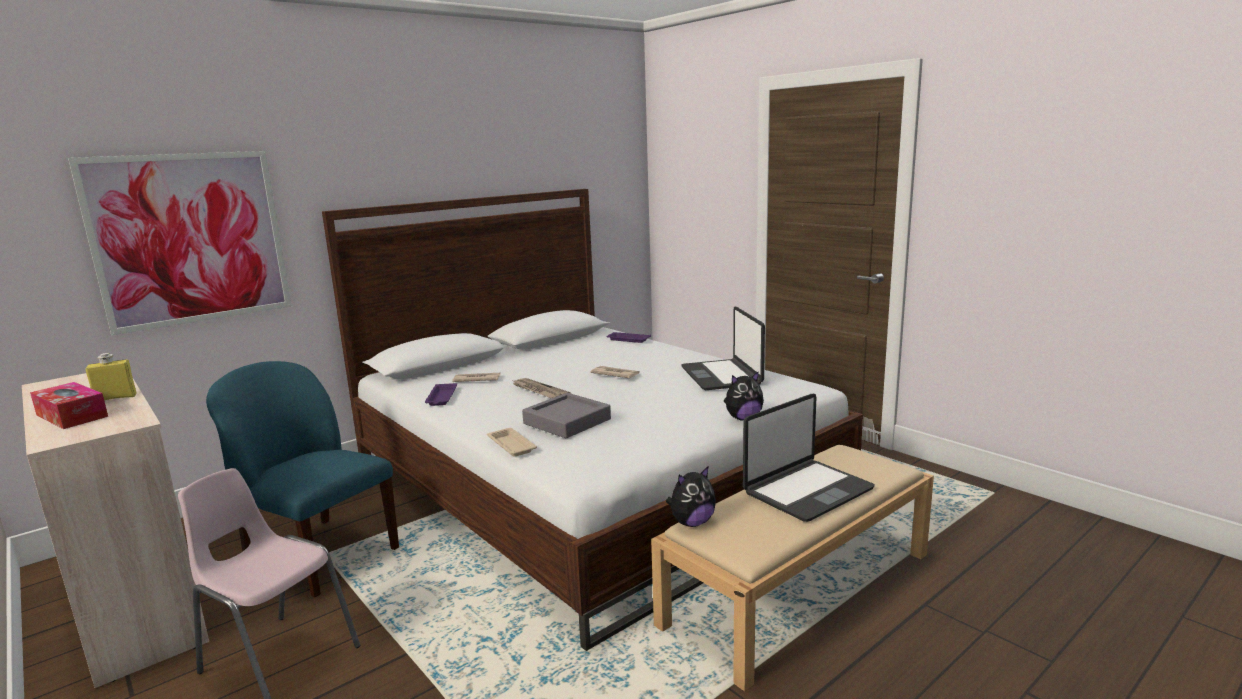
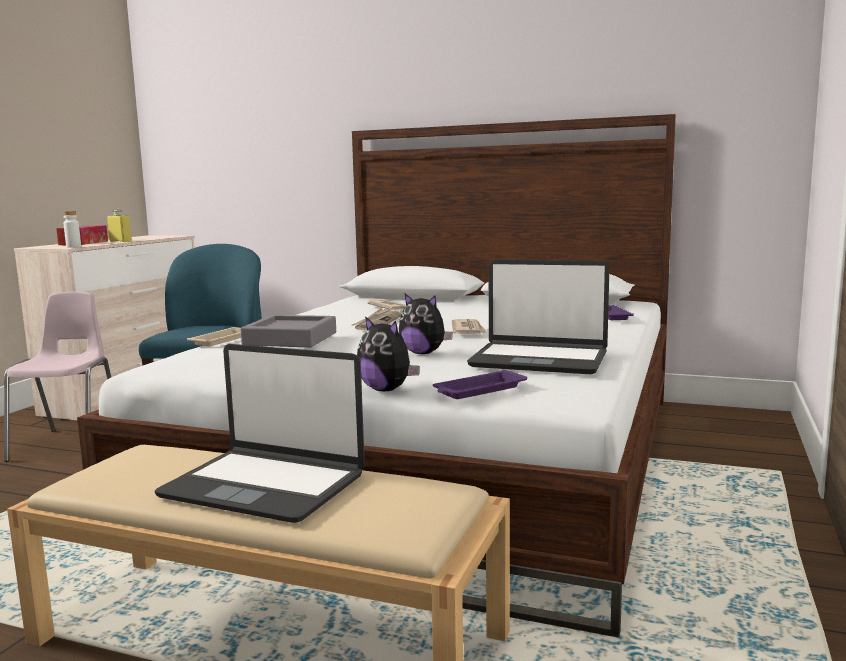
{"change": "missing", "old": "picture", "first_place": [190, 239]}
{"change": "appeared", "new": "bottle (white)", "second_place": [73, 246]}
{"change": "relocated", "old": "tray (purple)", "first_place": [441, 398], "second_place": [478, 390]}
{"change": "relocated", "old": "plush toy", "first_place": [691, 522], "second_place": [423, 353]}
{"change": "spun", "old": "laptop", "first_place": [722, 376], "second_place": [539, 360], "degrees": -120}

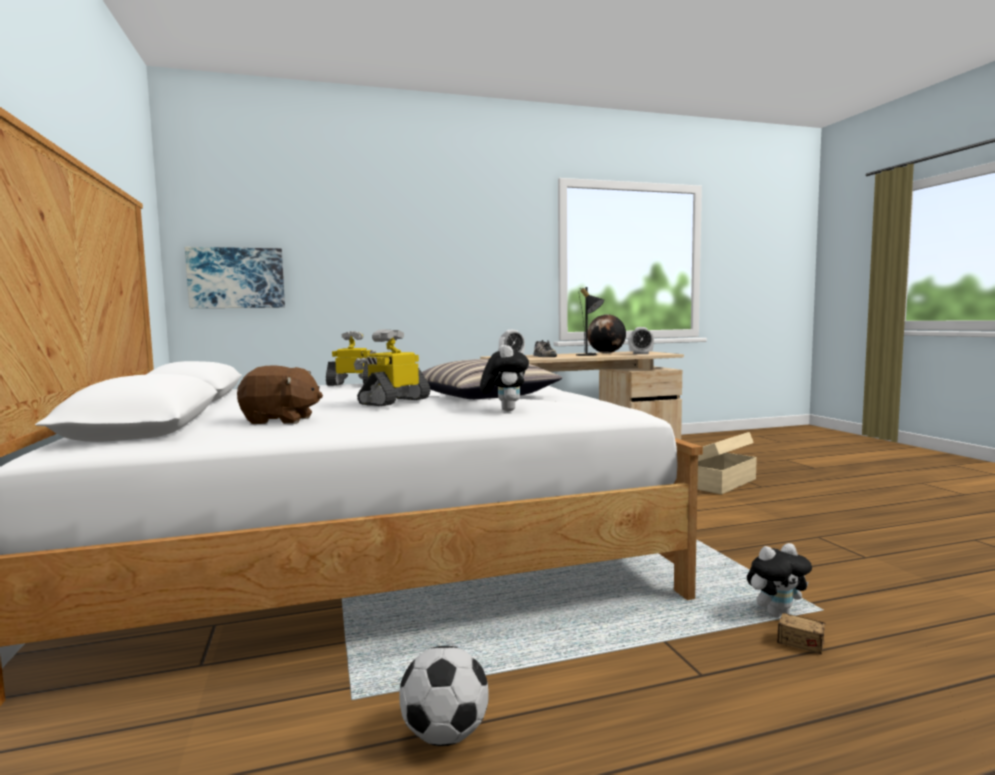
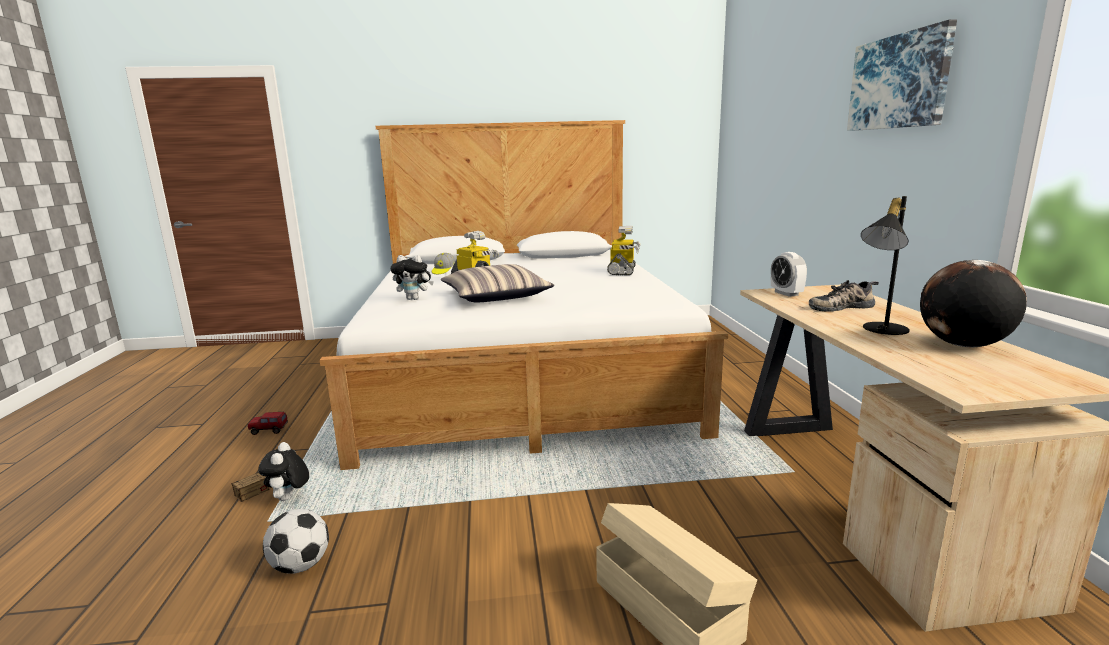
{"change": "missing", "old": "alarm clock", "first_place": [640, 354]}
{"change": "appeared", "new": "toy truck", "second_place": [269, 431]}
{"change": "relocated", "old": "picture", "first_place": [236, 278], "second_place": [899, 82]}
{"change": "relocated", "old": "football", "first_place": [445, 735], "second_place": [301, 565]}
{"change": "exchanged", "old": "plush toy (brown)", "new": "cap", "first_place": [280, 420], "second_place": [443, 271]}

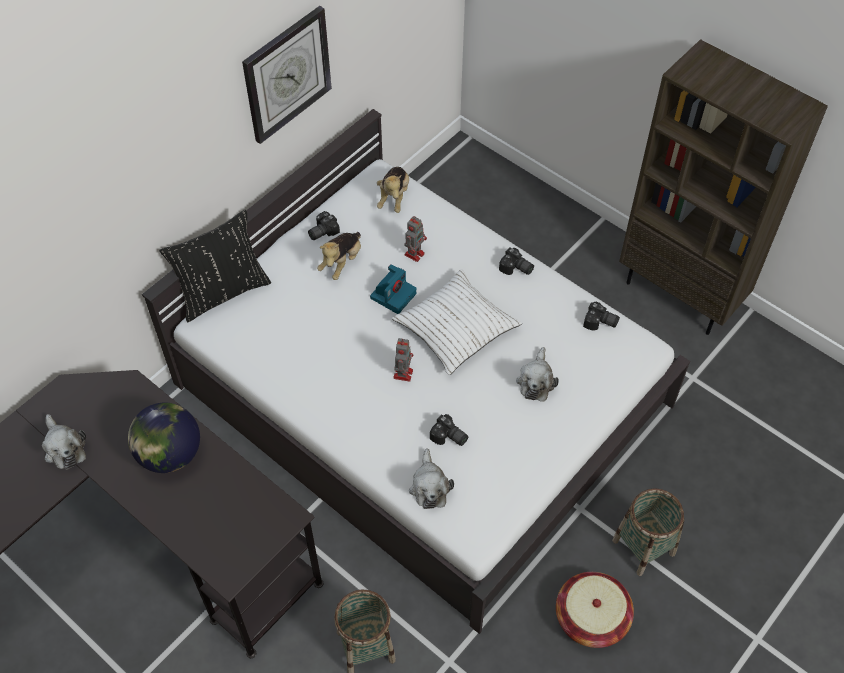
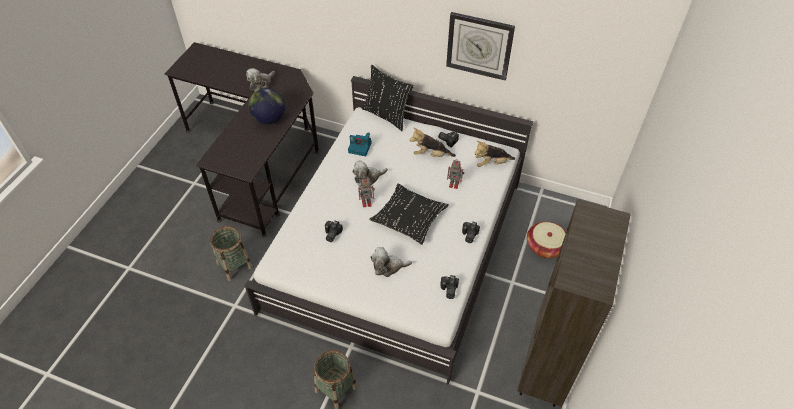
{"change": "relocated", "old": "photo camera", "first_place": [393, 295], "second_place": [360, 147]}
{"change": "relocated", "old": "plush toy", "first_place": [429, 486], "second_place": [368, 178]}
{"change": "relocated", "old": "basket", "first_place": [591, 617], "second_place": [545, 246]}
{"change": "colour", "old": "pillow (white)", "new": "pillow (black)", "first_place": [455, 328], "second_place": [409, 218]}

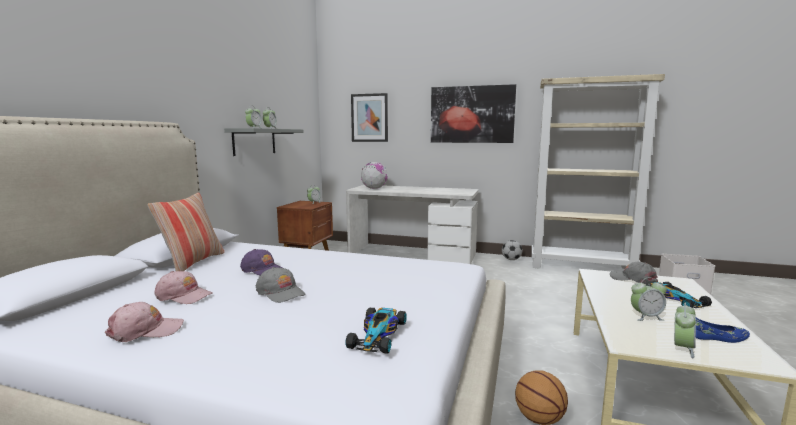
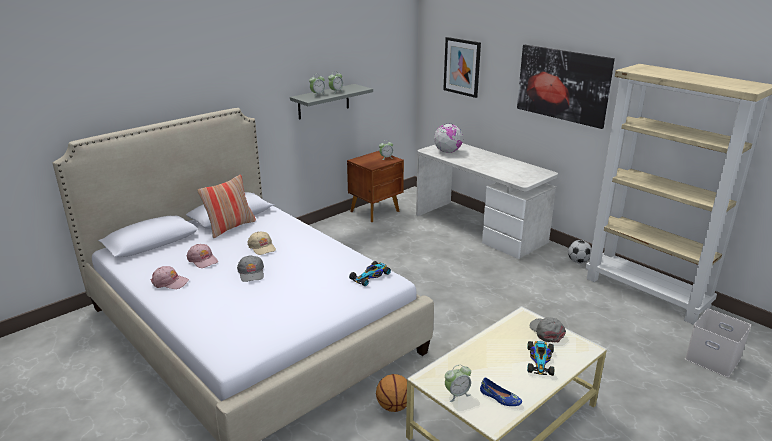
{"change": "missing", "old": "alarm clock", "first_place": [646, 317]}
{"change": "relocated", "old": "toy car", "first_place": [378, 334], "second_place": [371, 276]}
{"change": "colour", "old": "cap (purple)", "new": "cap (beige)", "first_place": [263, 270], "second_place": [262, 247]}

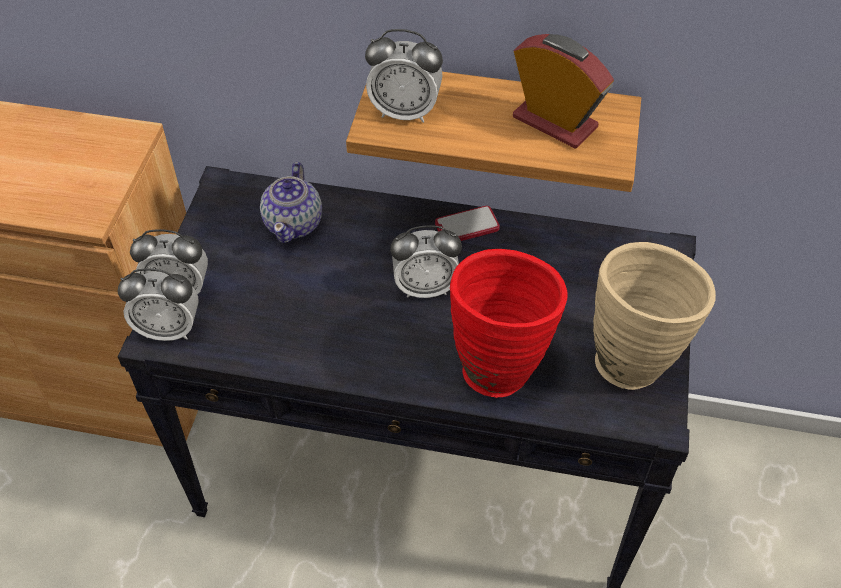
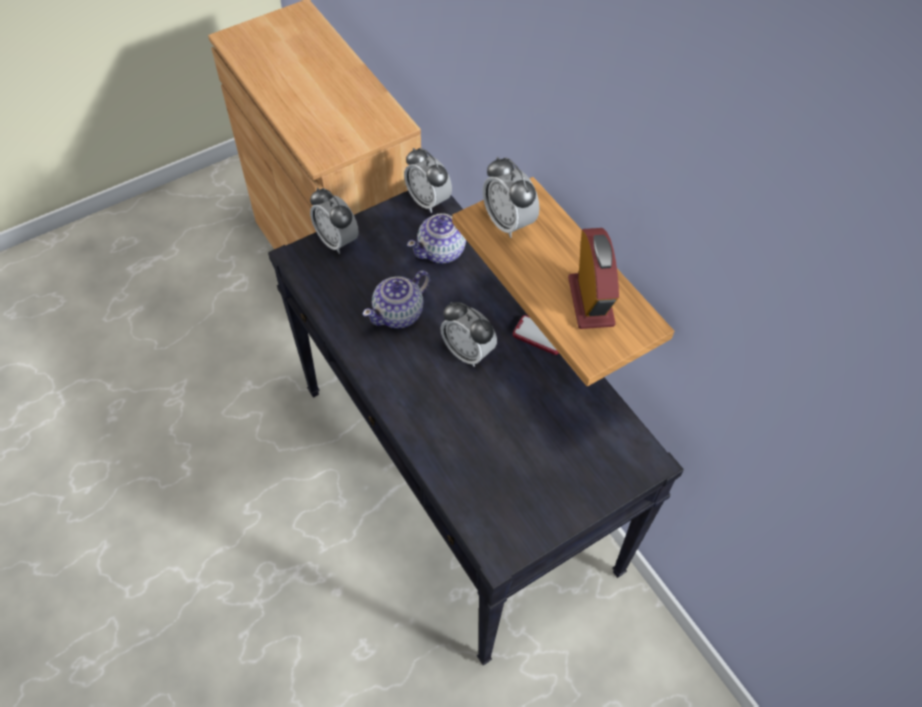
{"change": "missing", "old": "vase (red)", "first_place": [499, 362]}
{"change": "missing", "old": "vase (beige)", "first_place": [633, 356]}
{"change": "appeared", "new": "teapot", "second_place": [399, 313]}
{"change": "relocated", "old": "alarm clock", "first_place": [169, 329], "second_place": [428, 200]}

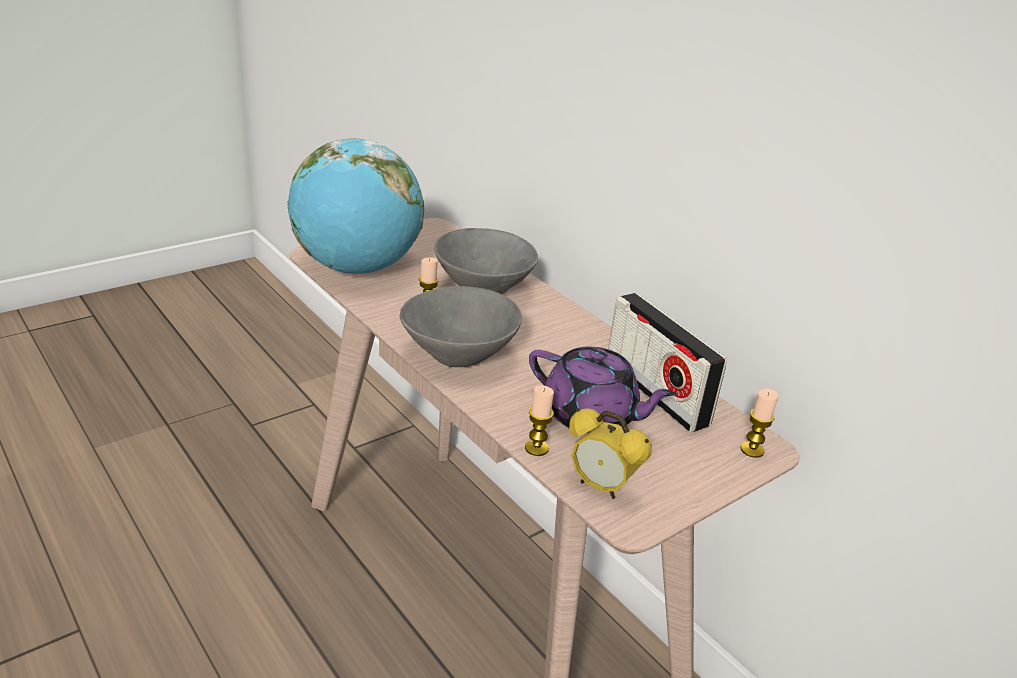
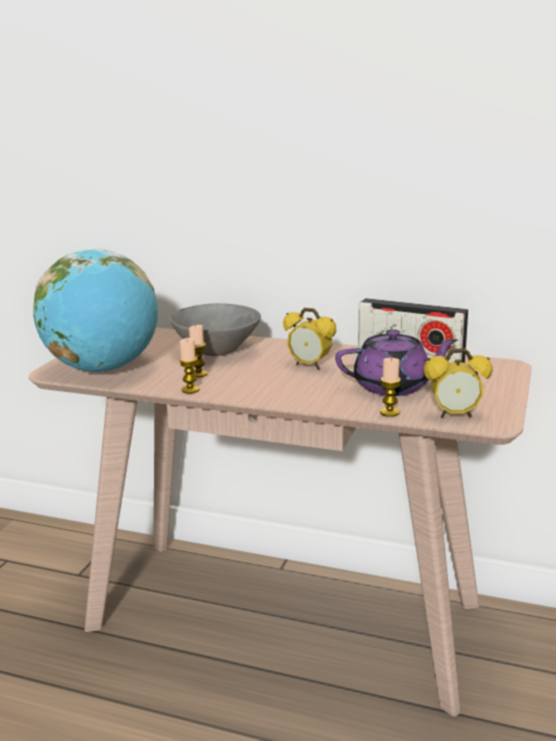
{"change": "missing", "old": "bowl (grey)", "first_place": [457, 355]}
{"change": "appeared", "new": "alarm clock", "second_place": [309, 366]}
{"change": "relocated", "old": "candle", "first_place": [752, 450], "second_place": [190, 390]}

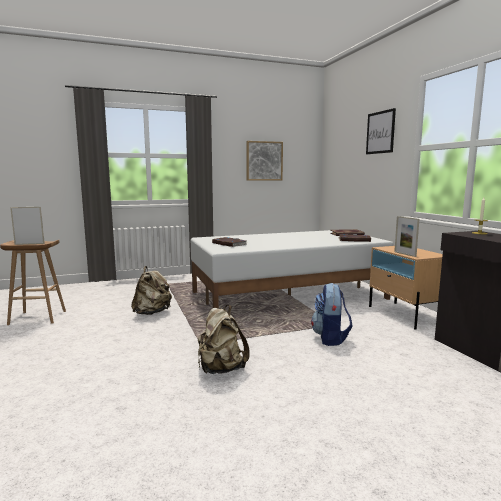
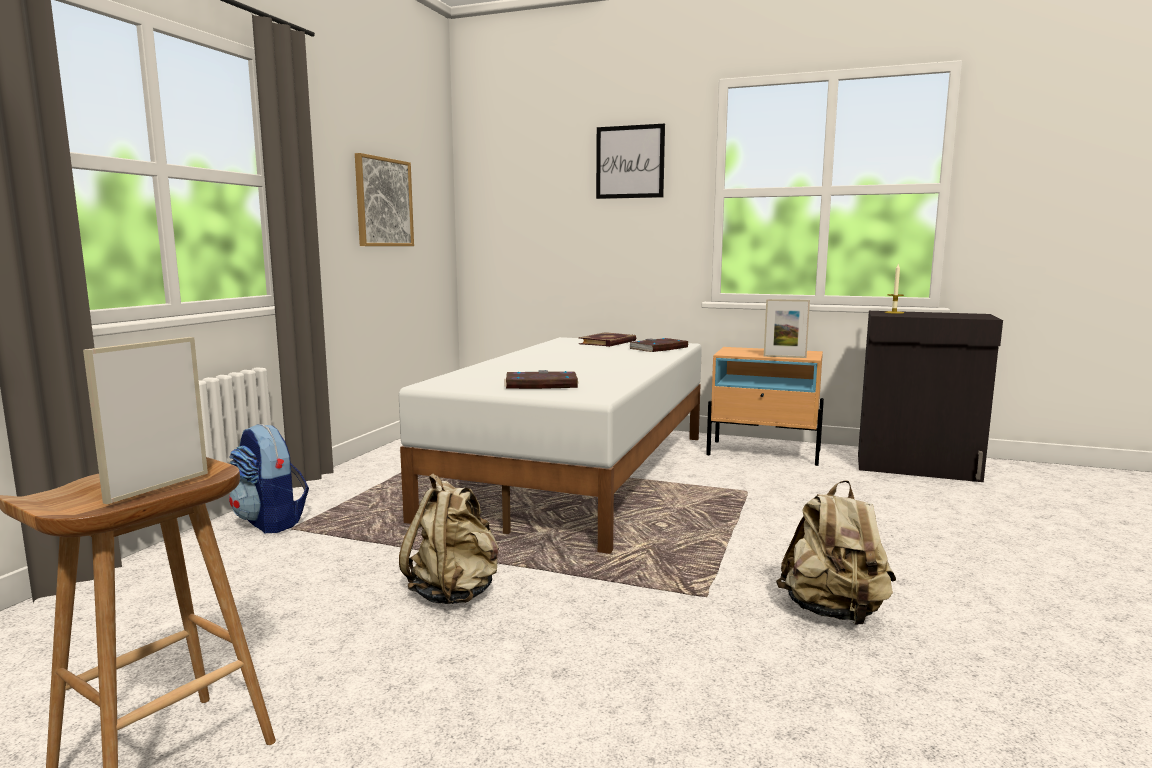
{"change": "relocated", "old": "backpack", "first_place": [330, 338], "second_place": [271, 522]}

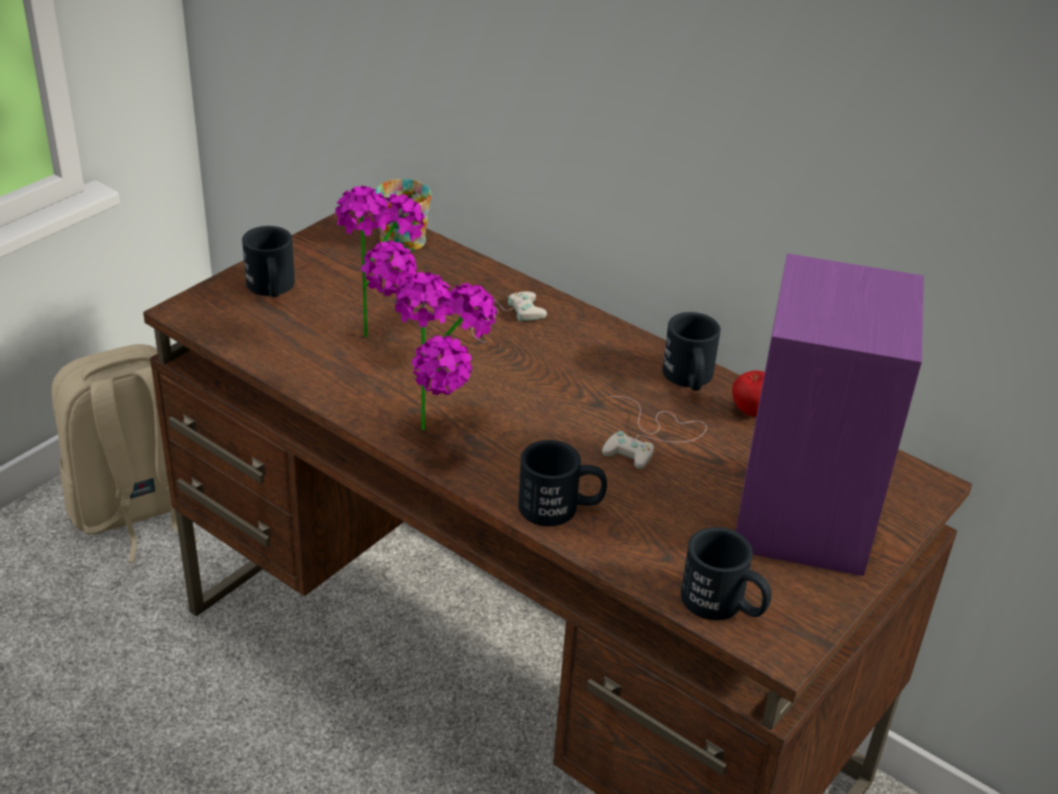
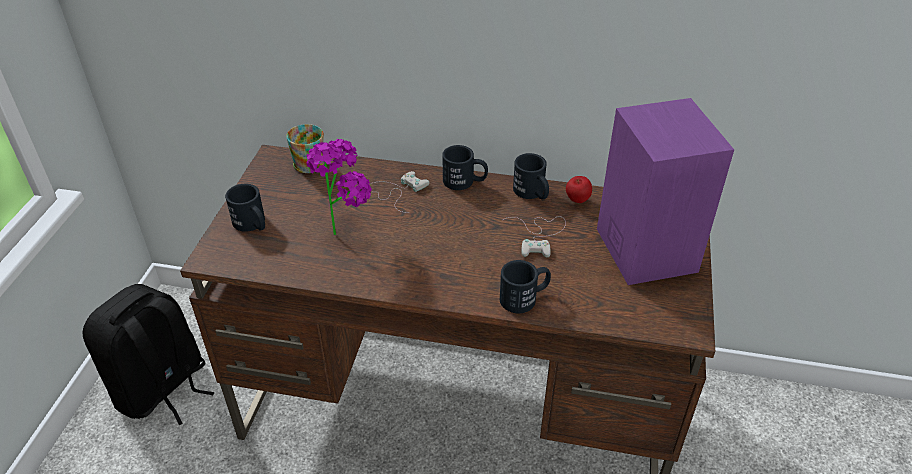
{"change": "missing", "old": "potted plant", "first_place": [445, 433]}
{"change": "relocated", "old": "mug (black)", "first_place": [724, 605], "second_place": [465, 181]}
{"change": "colour", "old": "backpack (beige)", "new": "backpack (black)", "first_place": [139, 510], "second_place": [162, 388]}

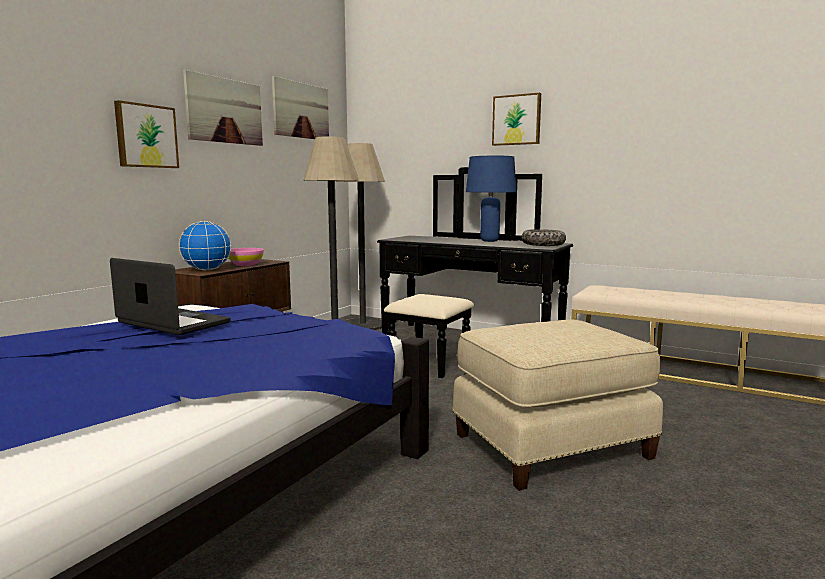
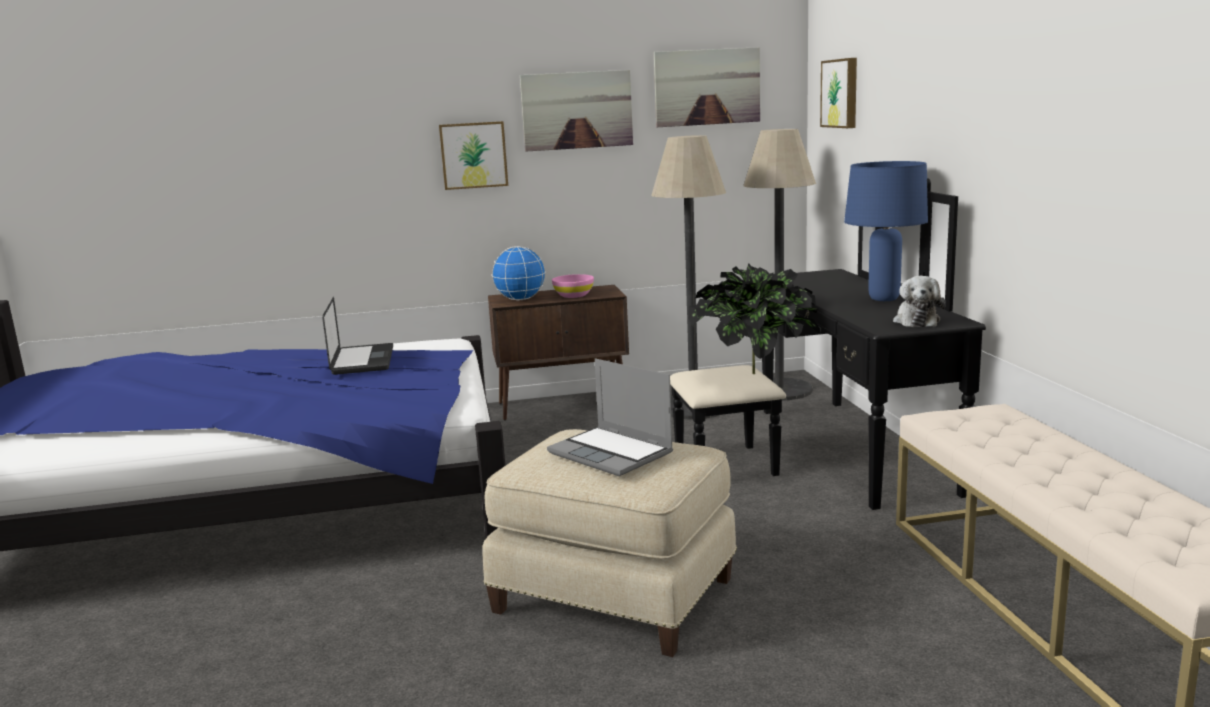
{"change": "appeared", "new": "laptop", "second_place": [612, 453]}
{"change": "appeared", "new": "potted plant", "second_place": [757, 373]}
{"change": "relocated", "old": "picture", "first_place": [517, 120], "second_place": [841, 93]}
{"change": "exchanged", "old": "bowl", "new": "plush toy", "first_place": [543, 244], "second_place": [916, 321]}

